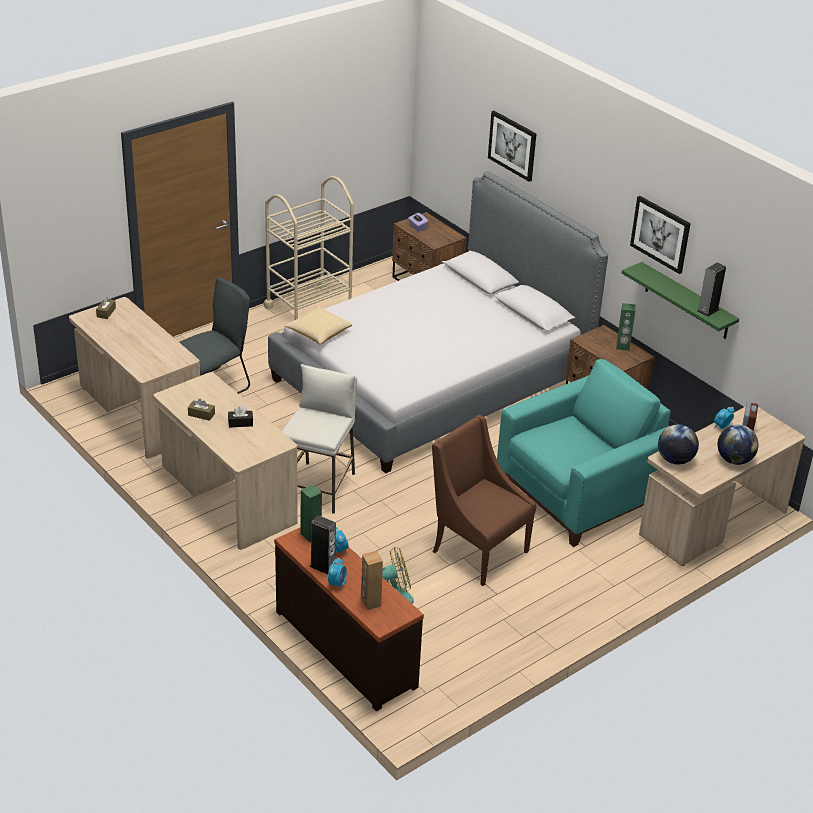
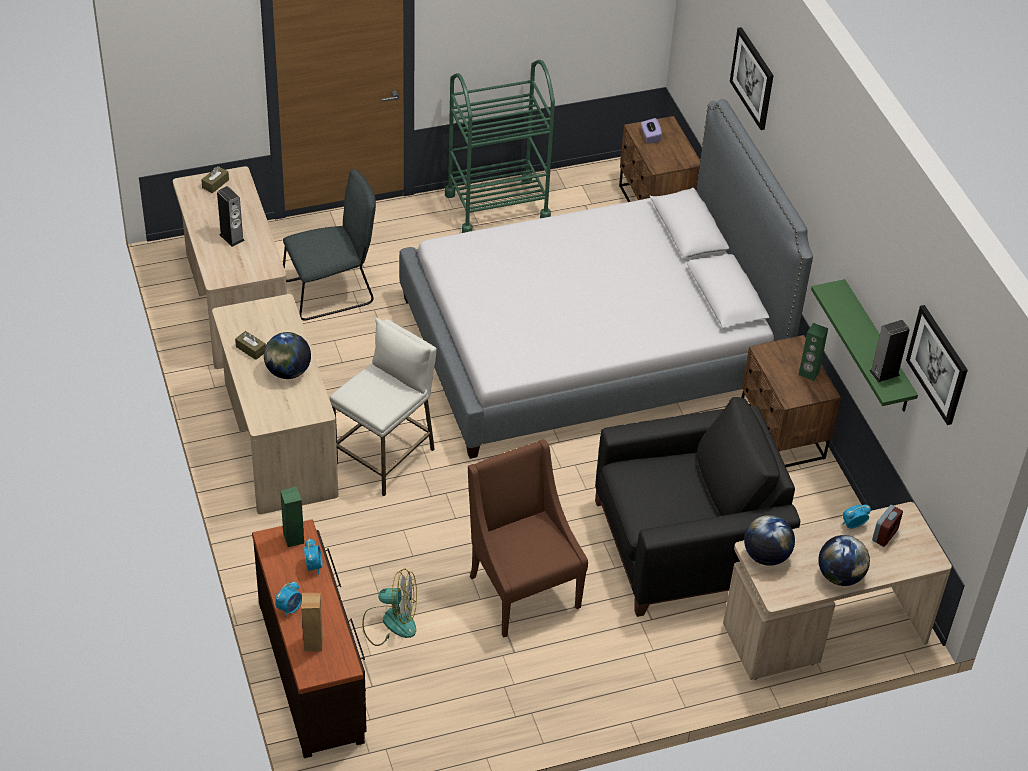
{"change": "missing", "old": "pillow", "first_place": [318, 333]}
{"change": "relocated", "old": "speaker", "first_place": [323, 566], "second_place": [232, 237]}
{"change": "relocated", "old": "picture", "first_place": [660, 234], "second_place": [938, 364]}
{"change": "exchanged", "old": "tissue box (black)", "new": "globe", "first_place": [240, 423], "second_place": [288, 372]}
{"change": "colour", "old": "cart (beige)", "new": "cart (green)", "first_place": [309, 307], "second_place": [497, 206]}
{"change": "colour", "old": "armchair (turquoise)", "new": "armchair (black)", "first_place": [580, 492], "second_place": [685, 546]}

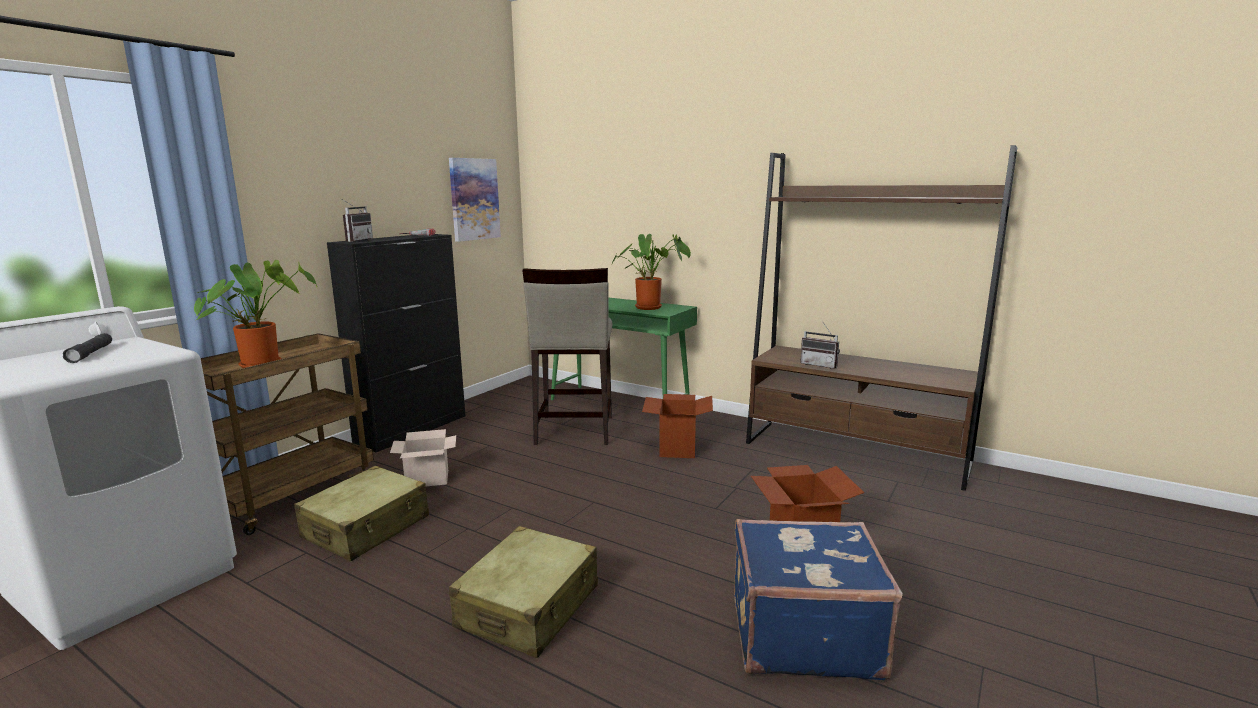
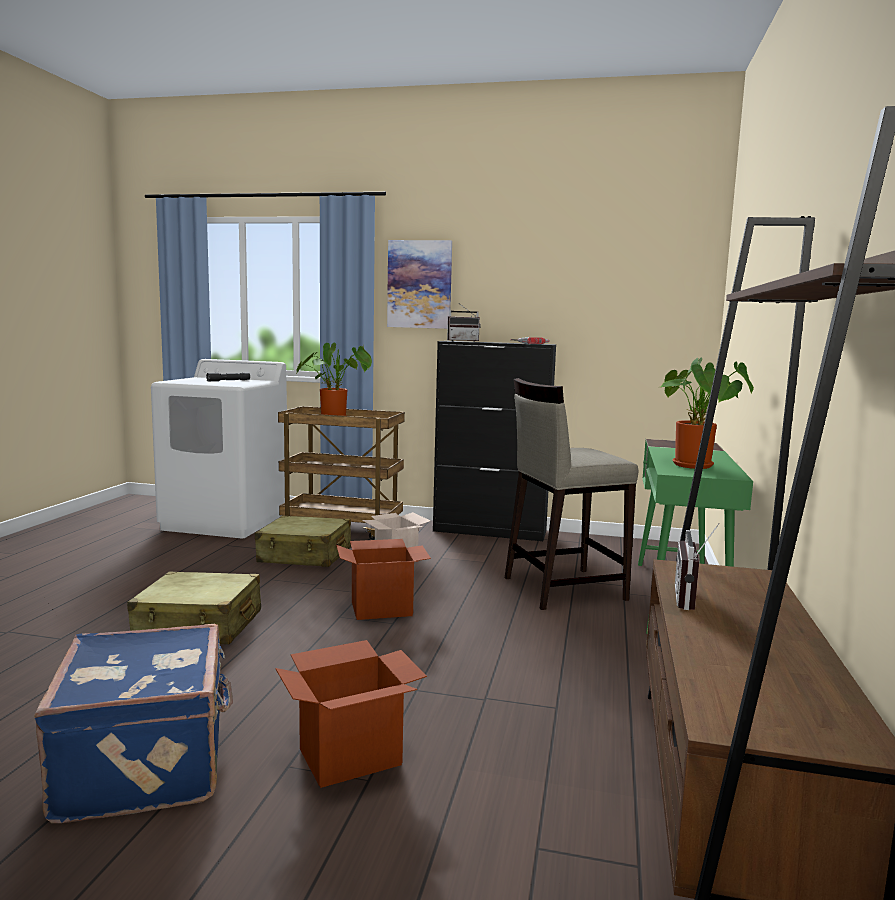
{"change": "relocated", "old": "picture", "first_place": [474, 199], "second_place": [419, 284]}
{"change": "relocated", "old": "cardboard box", "first_place": [677, 448], "second_place": [382, 609]}

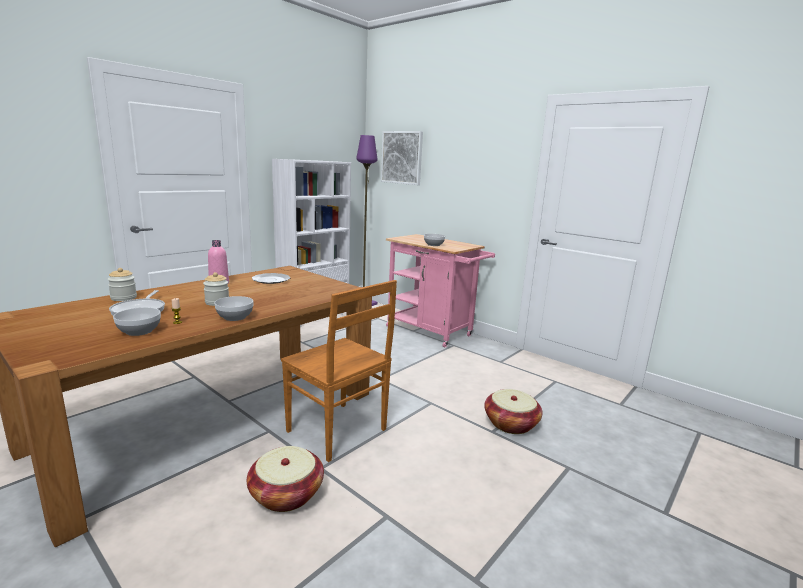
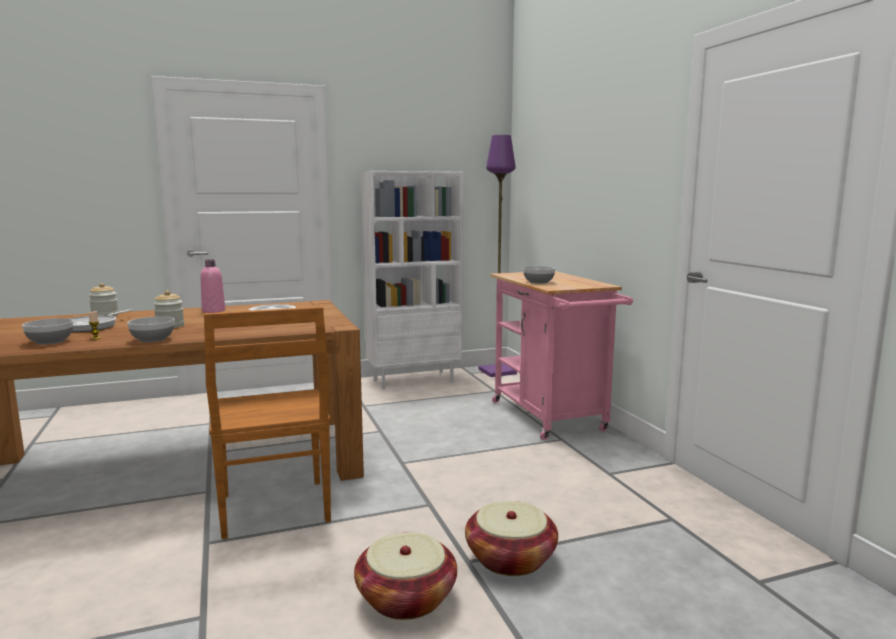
{"change": "missing", "old": "picture", "first_place": [402, 157]}
{"change": "relocated", "old": "basket", "first_place": [286, 494], "second_place": [406, 598]}

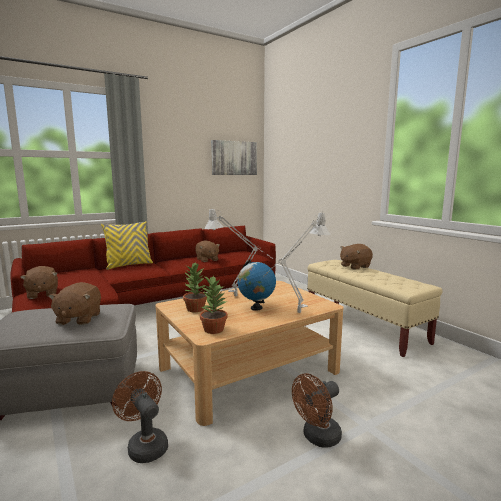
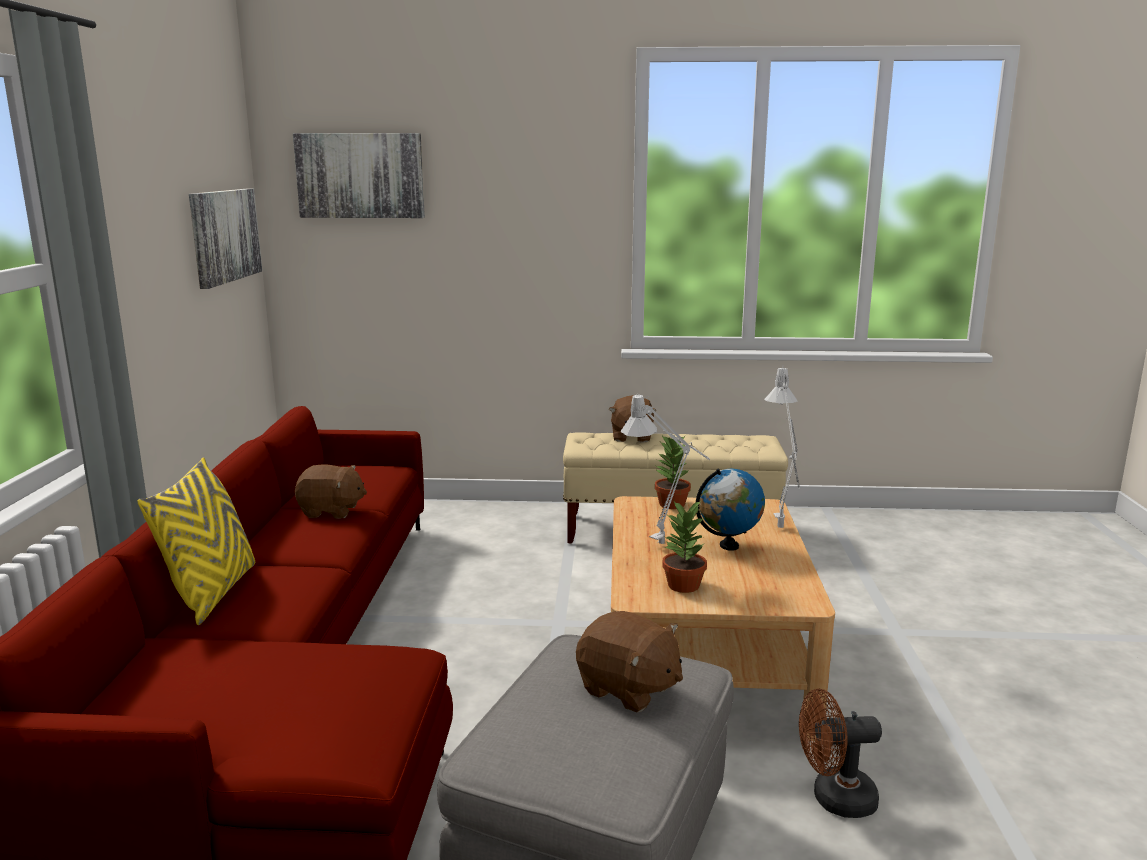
{"change": "missing", "old": "plush toy (brown)", "first_place": [42, 294]}
{"change": "missing", "old": "fan (brown)", "first_place": [317, 438]}
{"change": "appeared", "new": "picture", "second_place": [360, 176]}
{"change": "relocated", "old": "potted plant", "first_place": [213, 329], "second_place": [671, 504]}

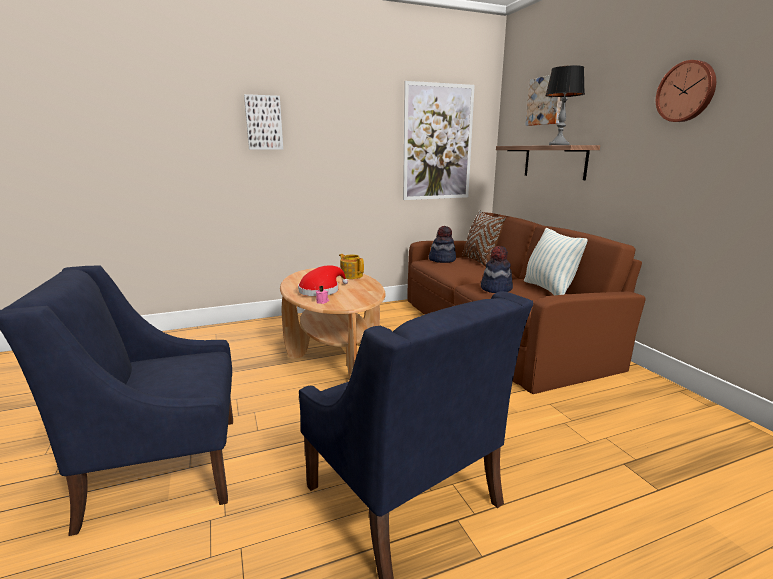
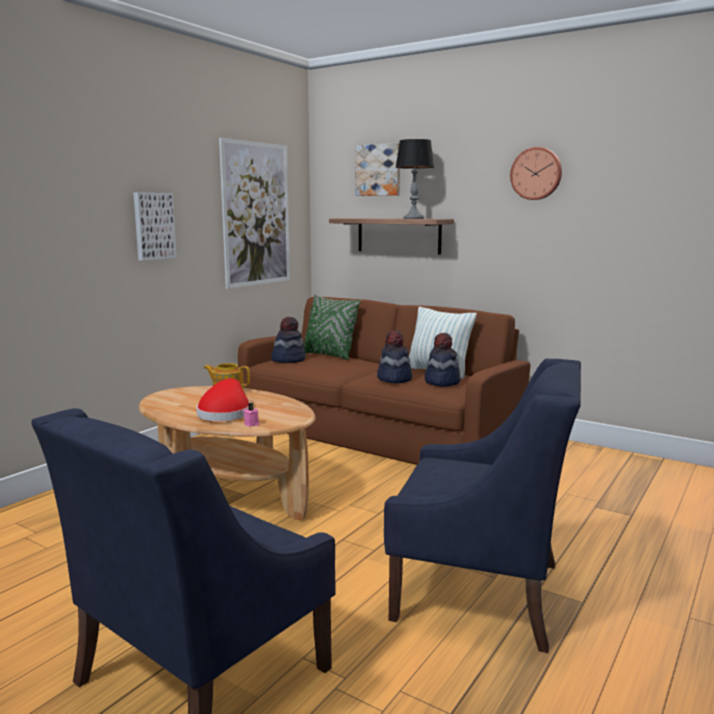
{"change": "appeared", "new": "hat", "second_place": [441, 382]}
{"change": "relocated", "old": "picture", "first_place": [263, 123], "second_place": [153, 226]}
{"change": "colour", "old": "pillow (brown)", "new": "pillow (green)", "first_place": [479, 261], "second_place": [329, 355]}

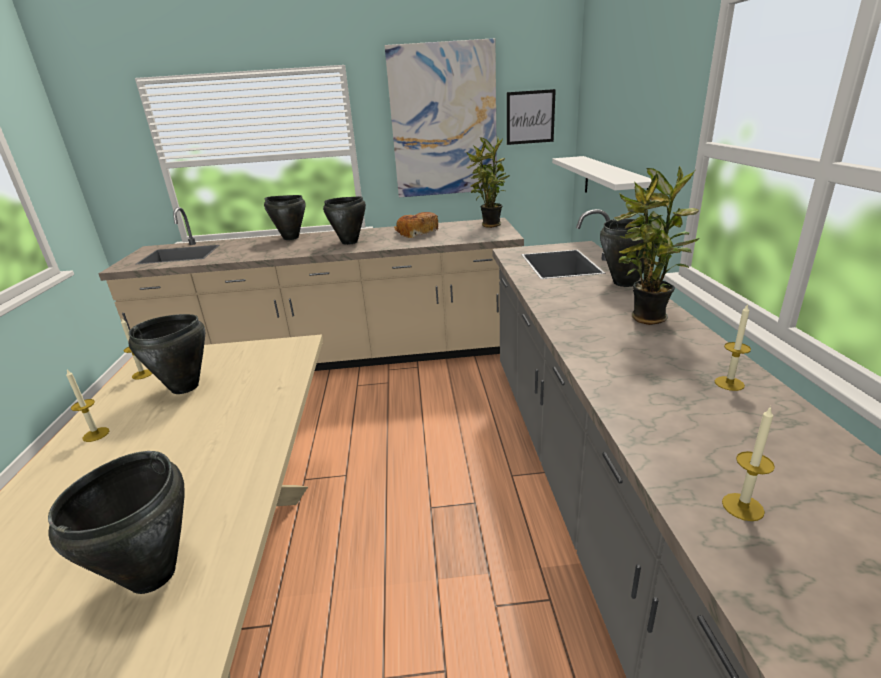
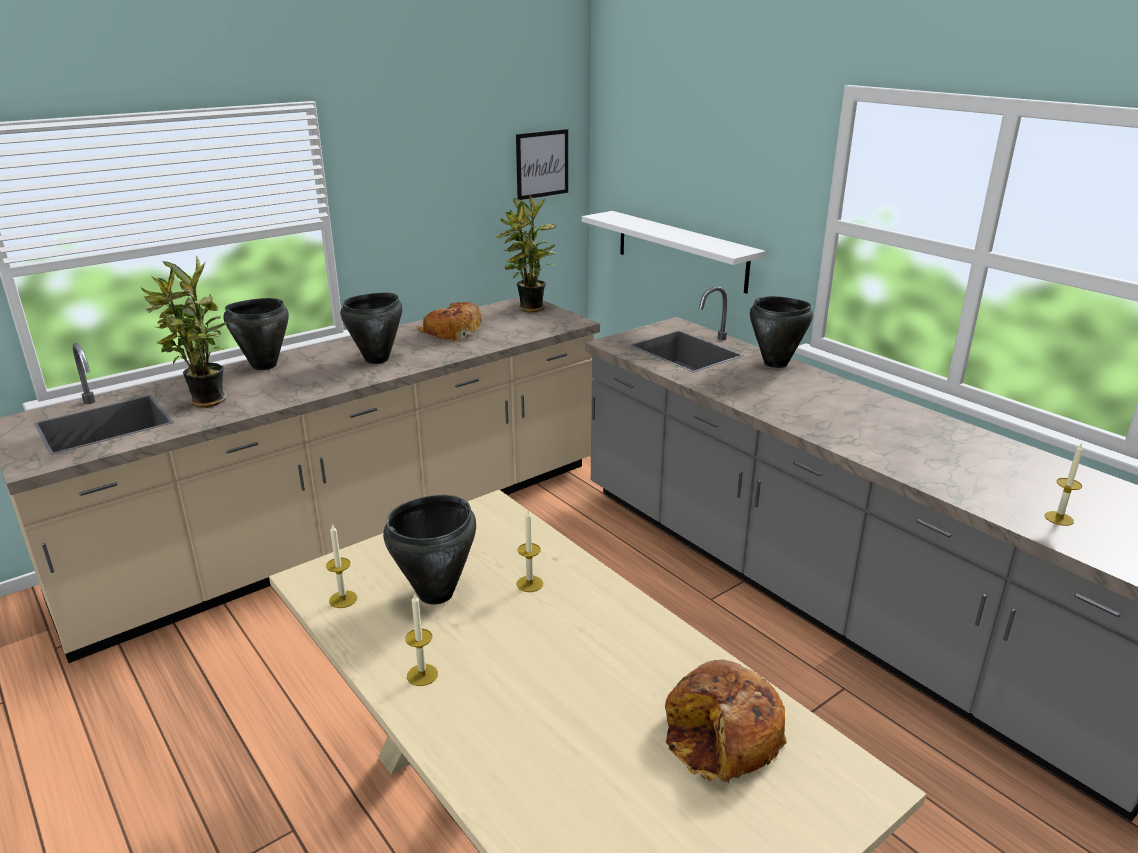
{"change": "missing", "old": "picture", "first_place": [444, 122]}
{"change": "relocated", "old": "potted plant", "first_place": [645, 319], "second_place": [205, 402]}
{"change": "relocated", "old": "candle", "first_place": [729, 383], "second_place": [529, 584]}
{"change": "exchanged", "old": "cooking pot (black)", "new": "bread", "first_place": [154, 574], "second_place": [723, 737]}

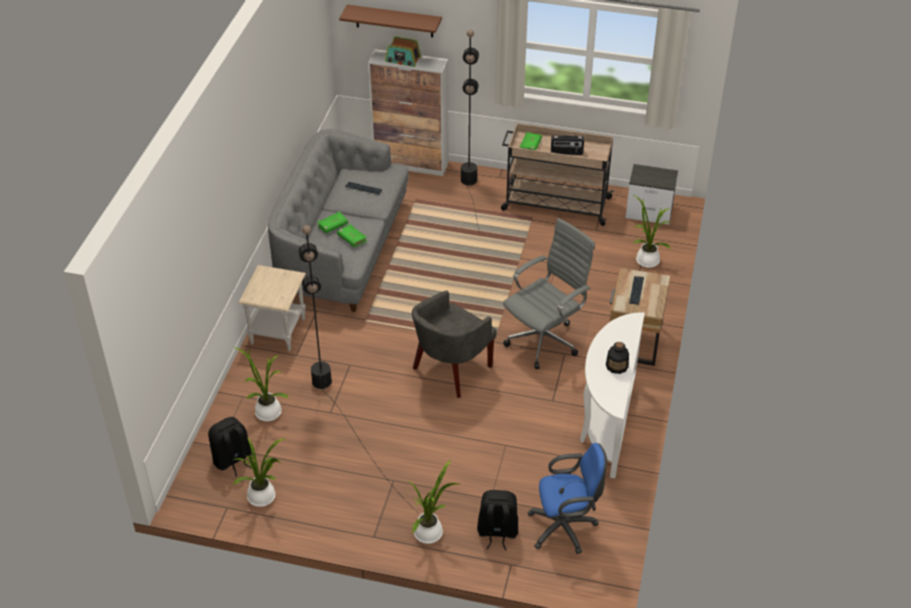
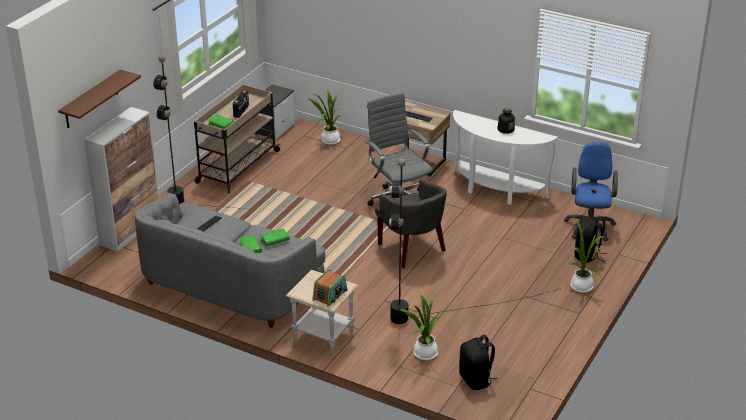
{"change": "missing", "old": "potted plant", "first_place": [264, 497]}
{"change": "relocated", "old": "radio", "first_place": [403, 60], "second_place": [330, 295]}

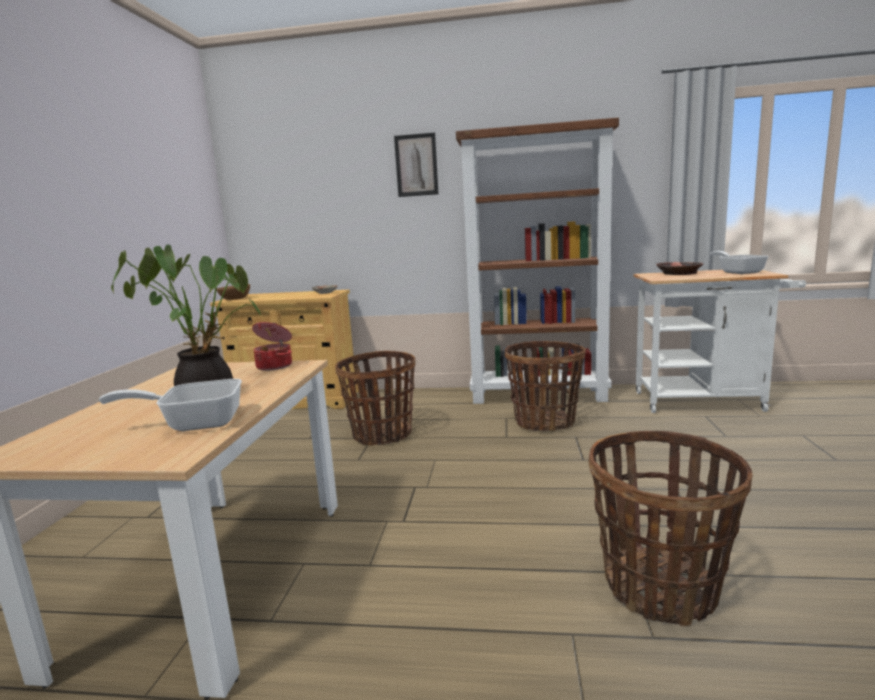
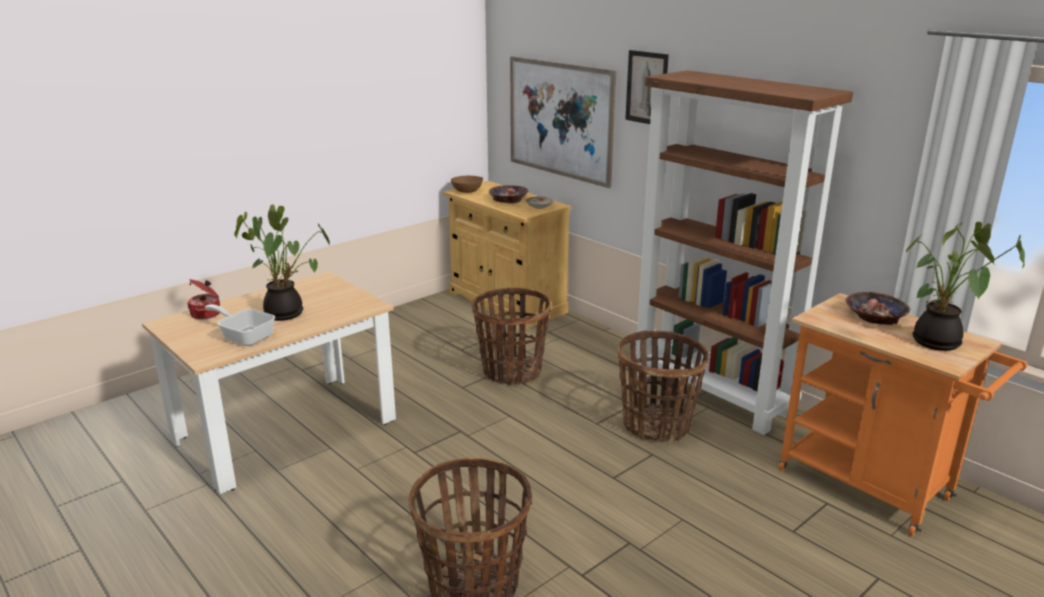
{"change": "appeared", "new": "bowl", "second_place": [508, 199]}
{"change": "appeared", "new": "picture", "second_place": [560, 119]}
{"change": "relocated", "old": "cooking pot", "first_place": [275, 366], "second_place": [207, 314]}
{"change": "exchanged", "old": "frying pan", "new": "potted plant", "first_place": [738, 272], "second_place": [939, 344]}
{"change": "colour", "old": "cart (white)", "new": "cart (orange)", "first_place": [705, 401], "second_place": [873, 488]}

